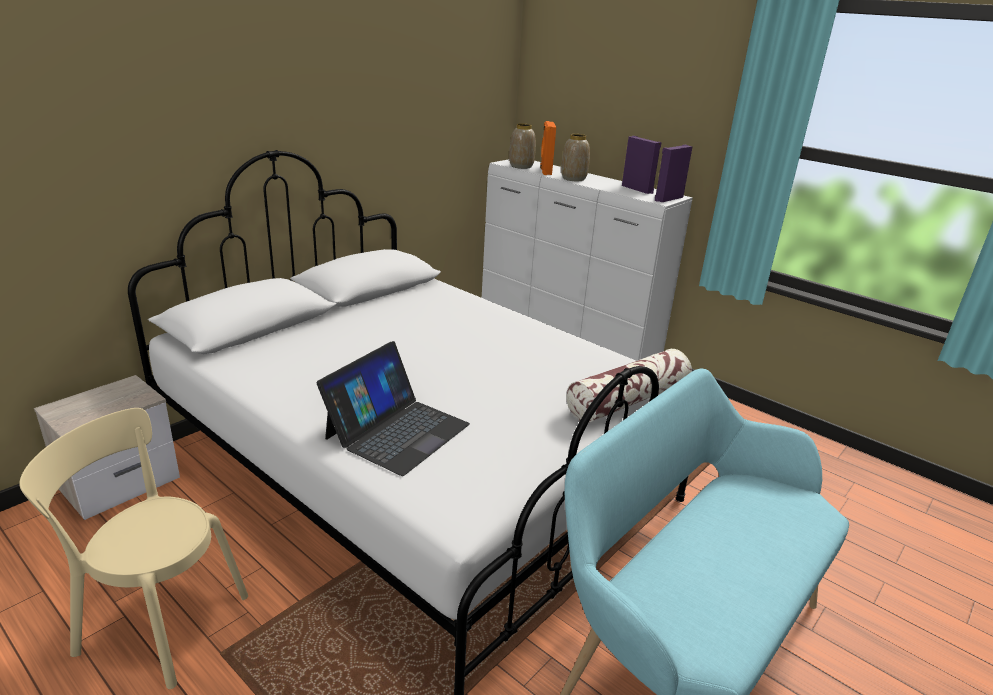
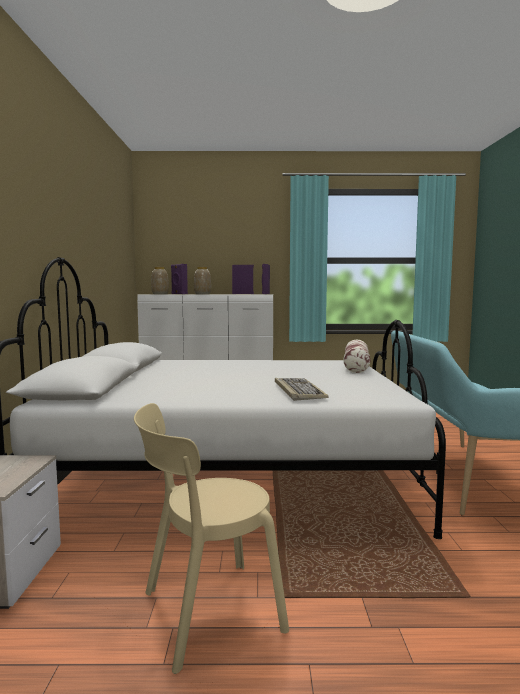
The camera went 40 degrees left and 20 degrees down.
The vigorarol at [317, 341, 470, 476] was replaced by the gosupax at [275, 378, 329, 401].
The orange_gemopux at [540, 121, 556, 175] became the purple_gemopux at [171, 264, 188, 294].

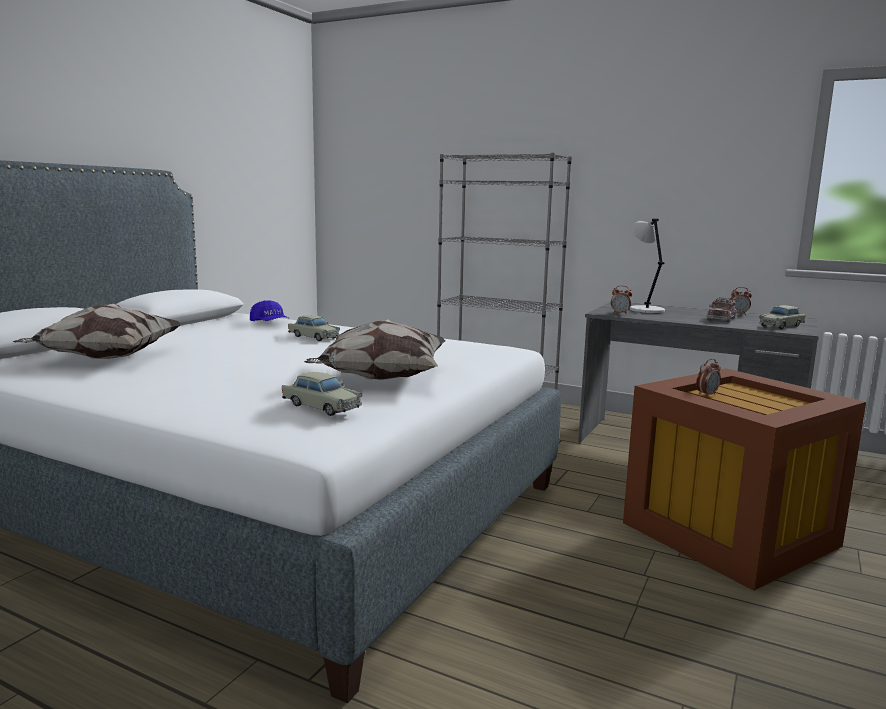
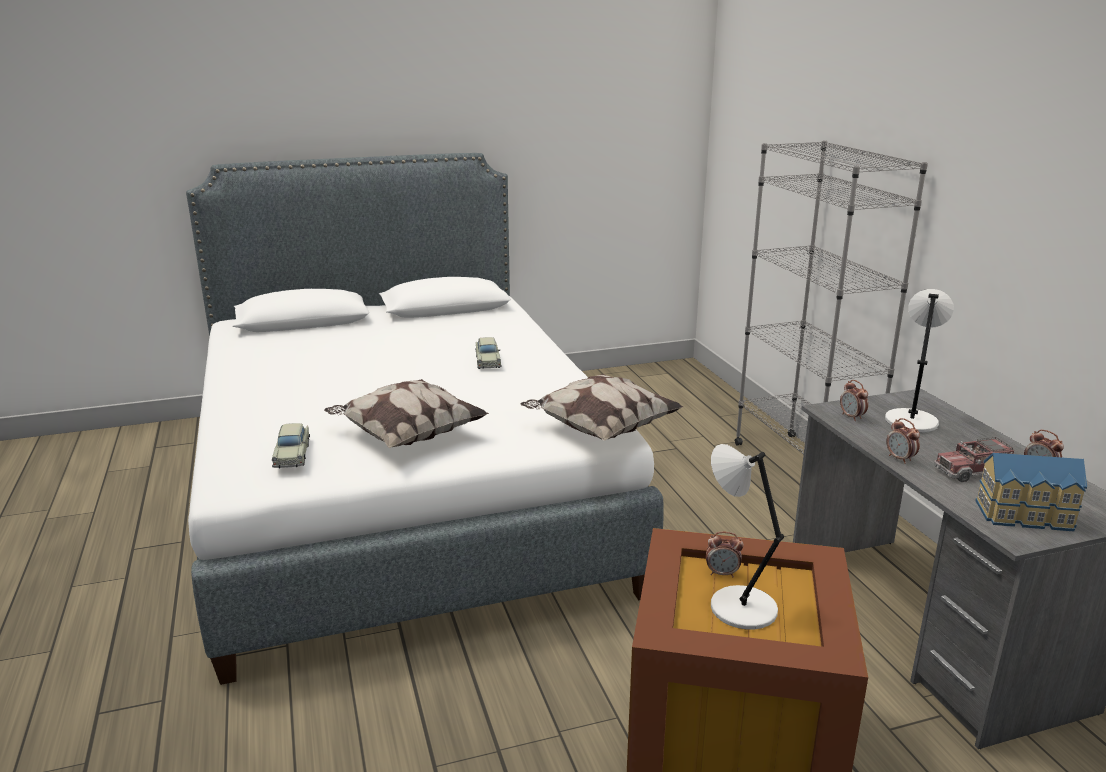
The camera went 45 degrees right and 10 degrees up.
The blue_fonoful at [250, 300, 289, 321] disappeared.
The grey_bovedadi at [711, 444, 784, 629] appeared.
The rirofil at [886, 418, 920, 464] appeared.
The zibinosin moved from [13, 304, 181, 359] to [520, 374, 684, 441].
The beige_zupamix at [759, 305, 806, 329] was replaced by the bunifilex at [975, 453, 1087, 531].

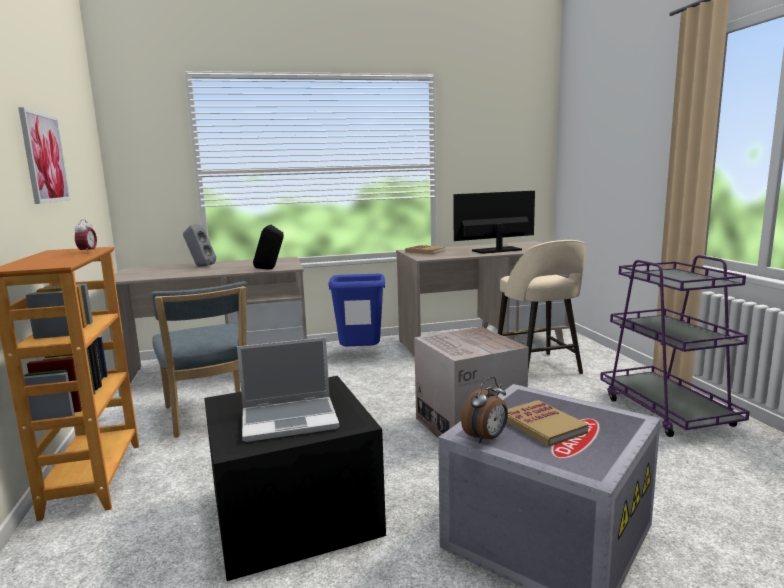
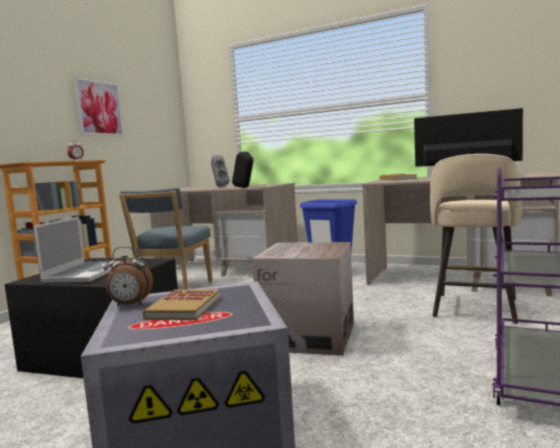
The camera went 40 degrees right and 5 degrees down.
The vigorarol at [237, 337, 339, 442] turned 105 degrees counterclockwise.

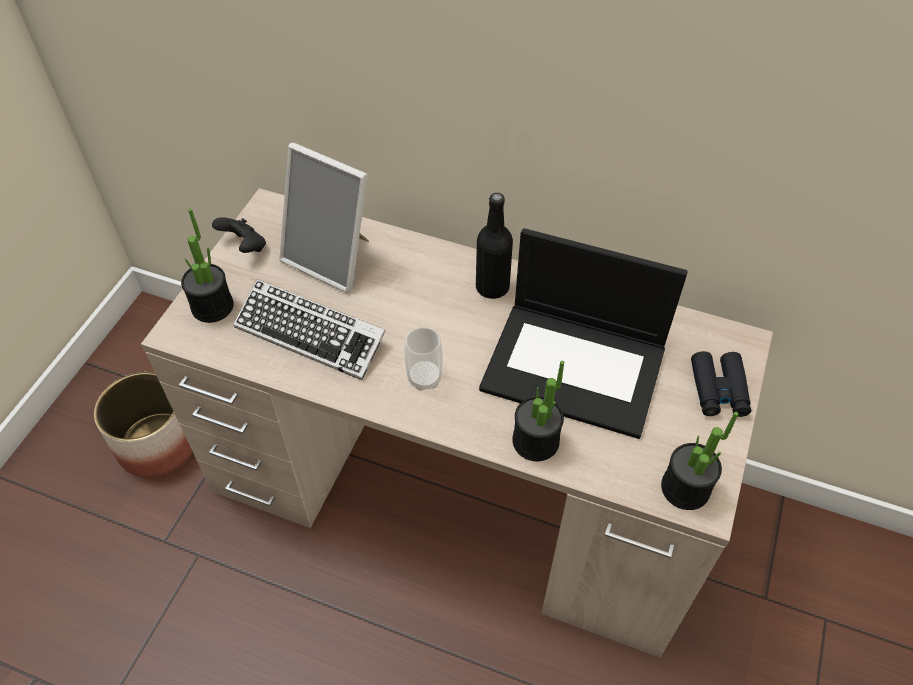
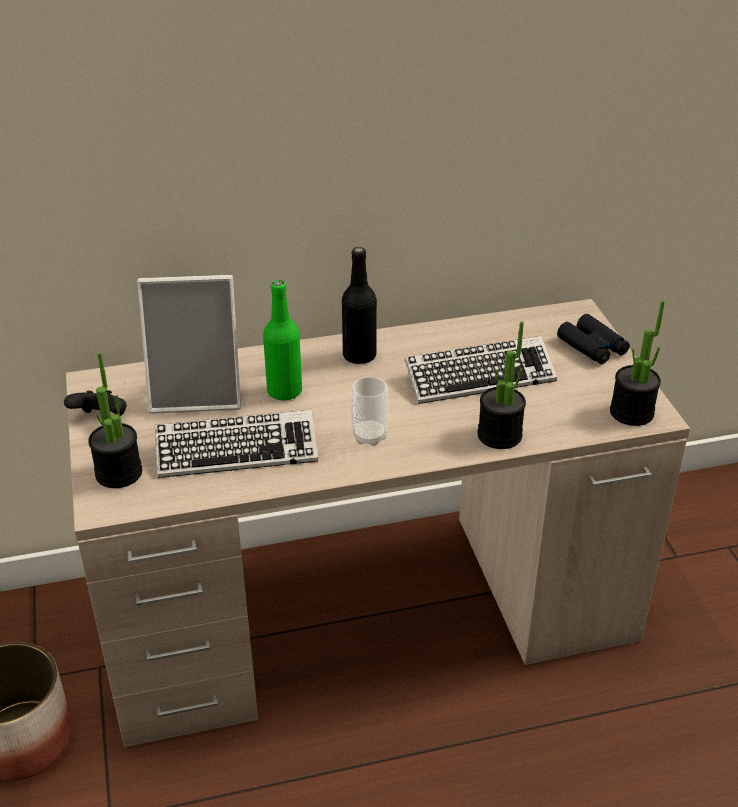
The camera went 35 degrees left and 15 degrees down.
The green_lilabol at [263, 280, 302, 400] appeared.
The vigorarol at [479, 228, 688, 439] was replaced by the gosupax at [405, 336, 557, 404].

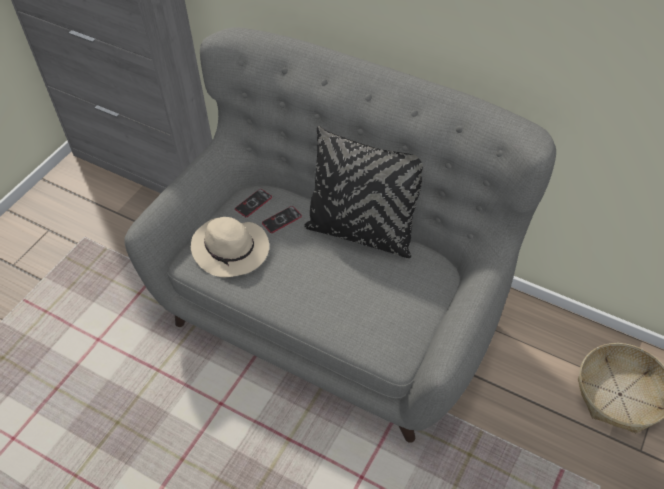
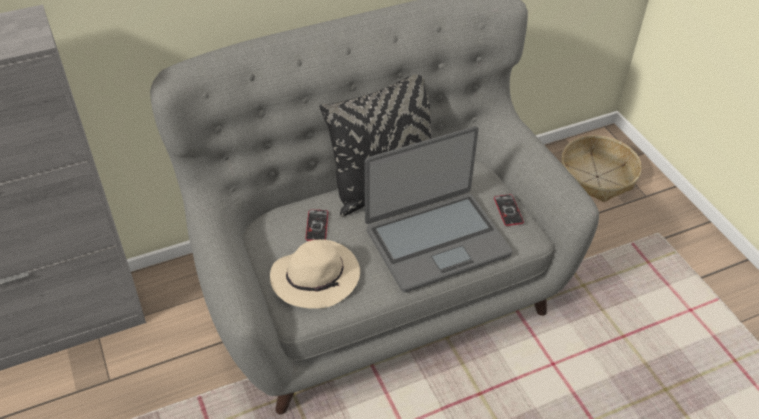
The camera went 55 degrees left and 5 degrees down.
The vigorarol at [365, 126, 512, 293] appeared.
The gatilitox moved from [235, 189, 272, 217] to [494, 194, 524, 226].

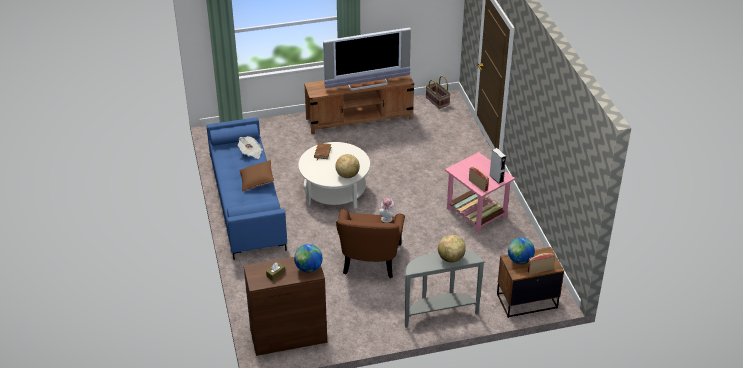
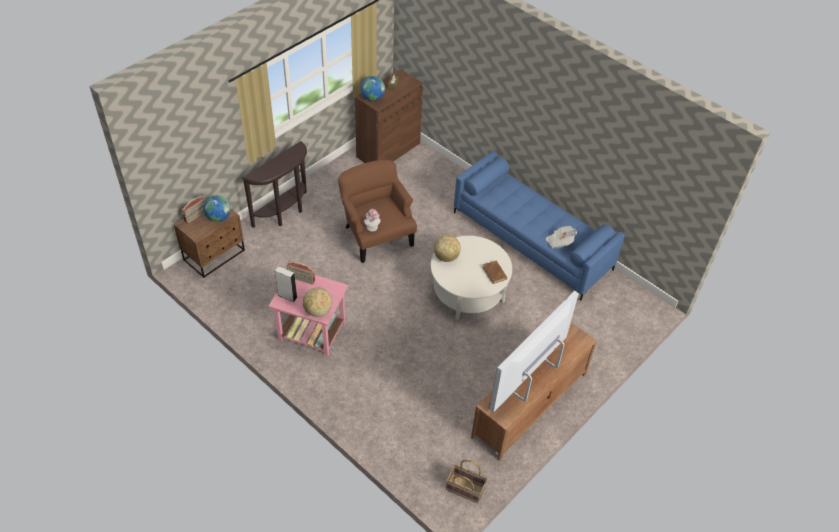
The camera went 145 degrees right and 10 degrees up.
The brown_zibinosin at [239, 160, 274, 192] disappeared.
The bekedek moved from [438, 235, 466, 263] to [303, 288, 332, 317].
The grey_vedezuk at [405, 250, 485, 328] became the brown_vedezuk at [242, 141, 307, 228].

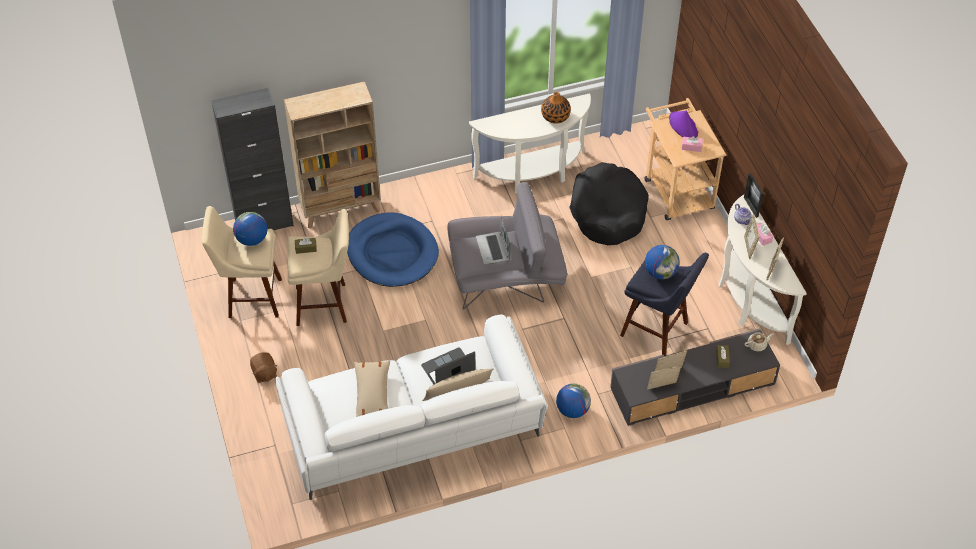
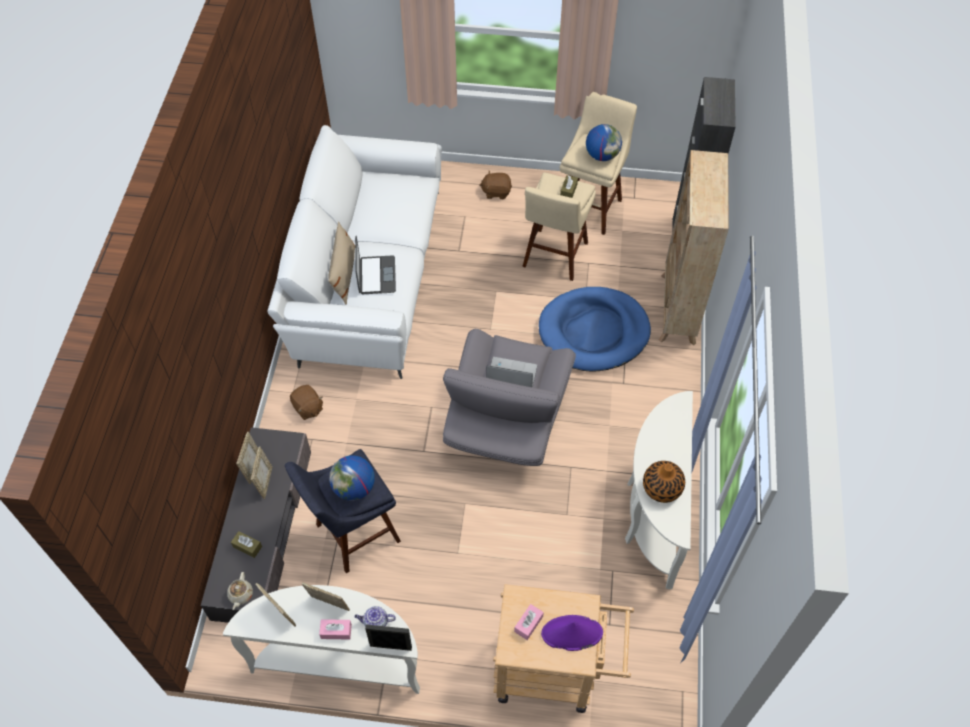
The camera went 115 degrees right and 5 degrees up.
The beige_zibinosin at [354, 360, 390, 417] disappeared.
The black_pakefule at [569, 162, 649, 245] disappeared.
The bekedek at [556, 384, 591, 418] was replaced by the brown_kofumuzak at [290, 385, 323, 420].

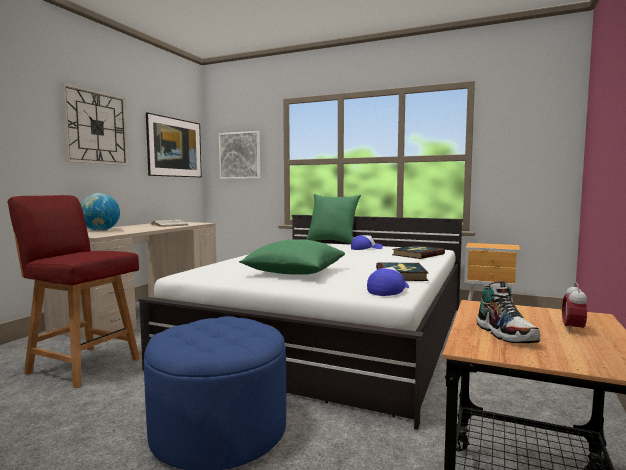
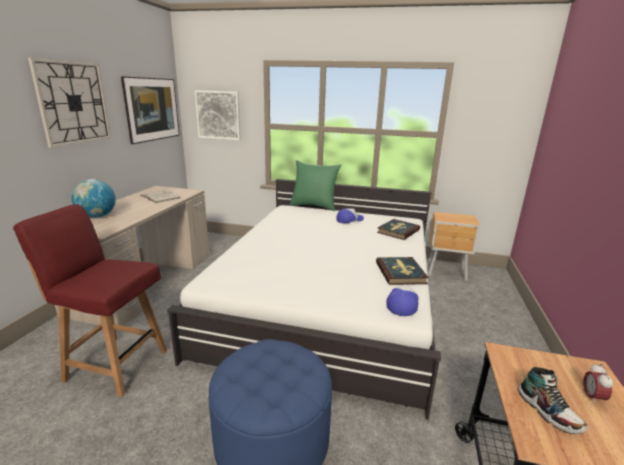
The camera went 10 degrees left and 15 degrees up.
The green_zibinosin at [239, 239, 345, 275] disappeared.

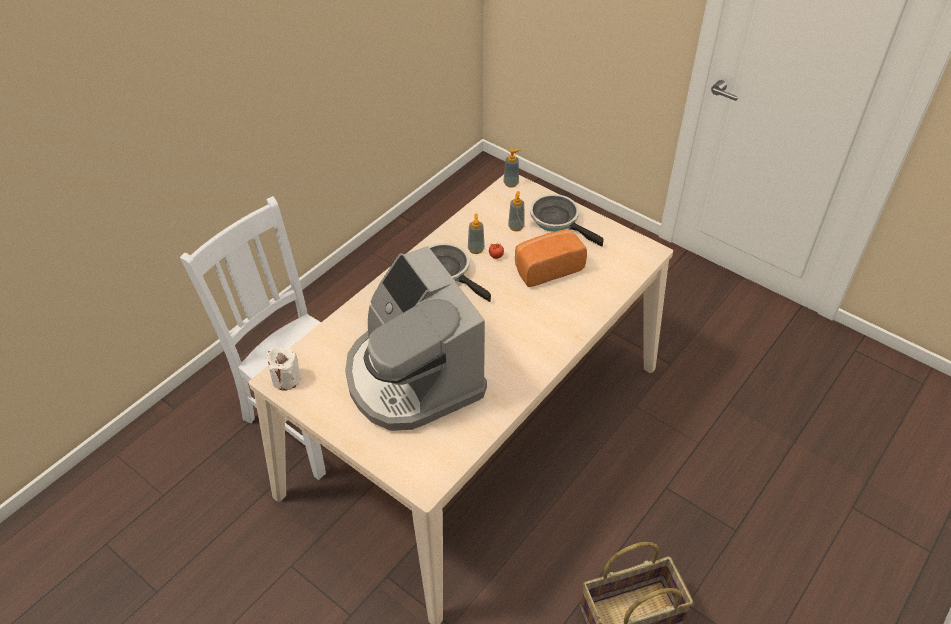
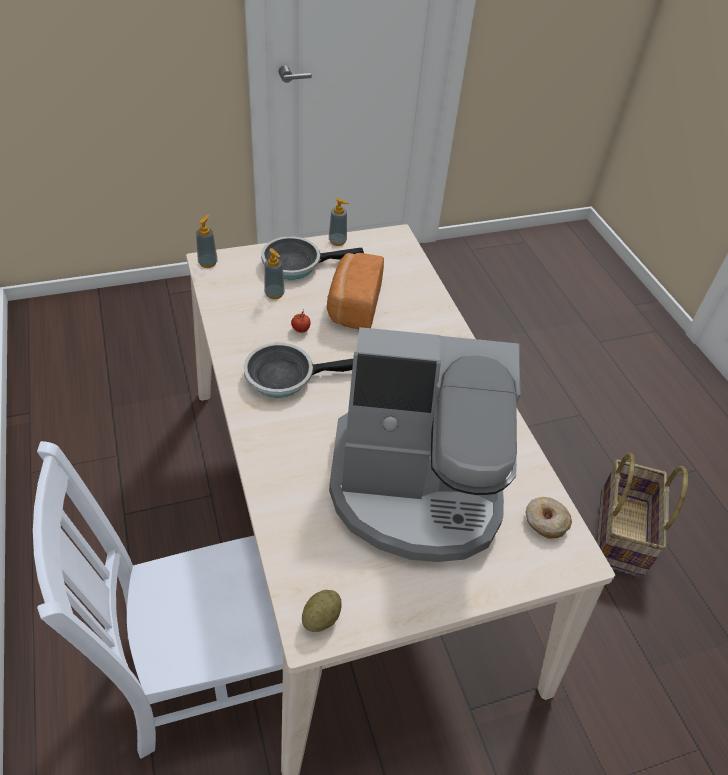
The camera went 60 degrees left and 0 degrees up.
The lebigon at [525, 497, 572, 539] appeared.
The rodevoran moved from [468, 213, 485, 254] to [329, 198, 348, 246].
The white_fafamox at [266, 347, 301, 391] was replaced by the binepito at [302, 590, 342, 632].

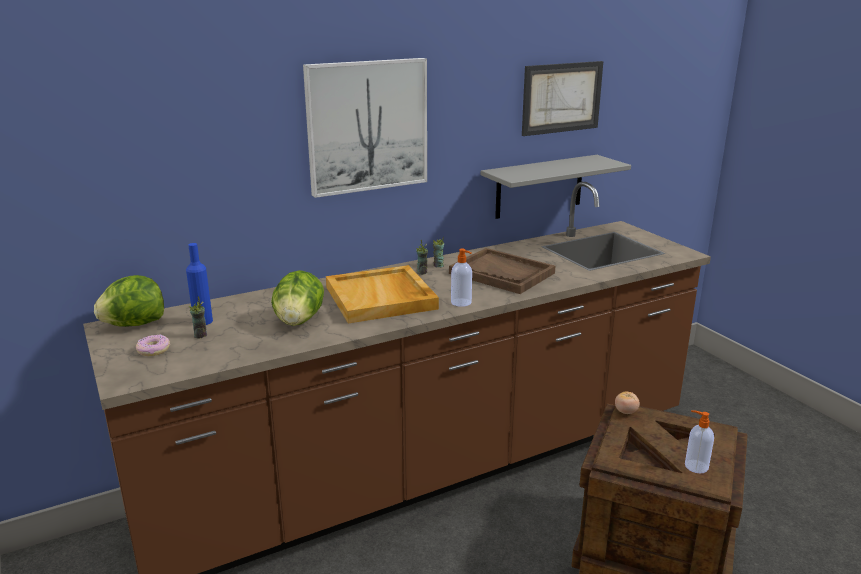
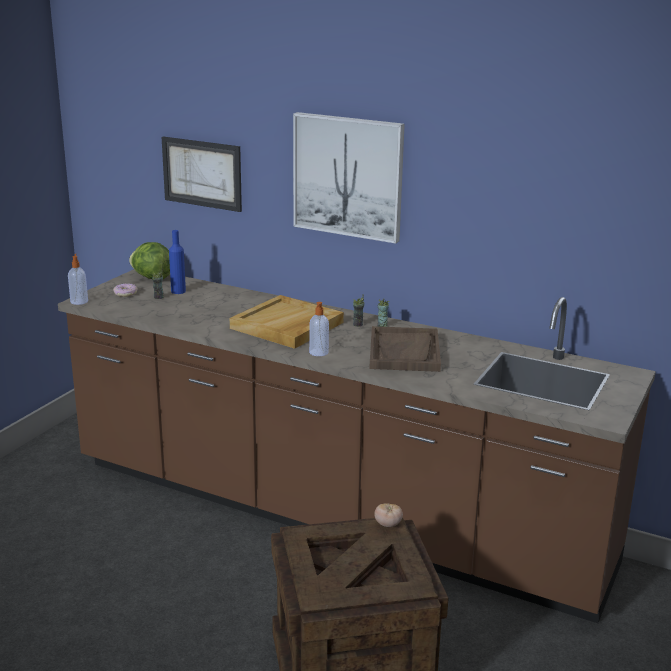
The camera went 55 degrees right and 0 degrees up.
The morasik at [271, 270, 324, 326] disappeared.
The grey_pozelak at [481, 155, 631, 219] disappeared.
The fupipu moved from [522, 61, 603, 136] to [162, 137, 242, 212].
The rodevoran moved from [685, 410, 714, 473] to [68, 254, 88, 305].

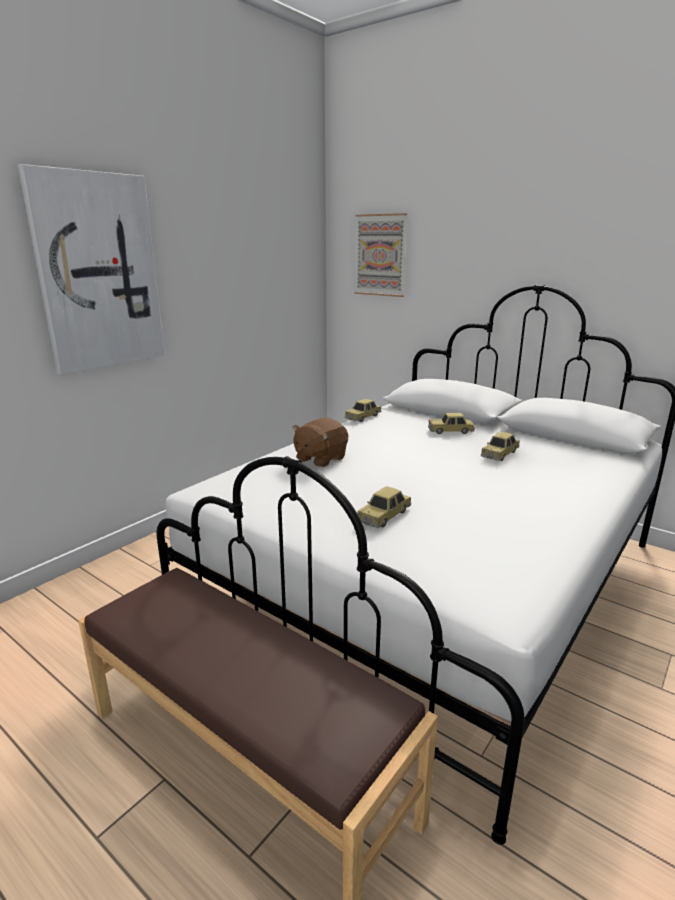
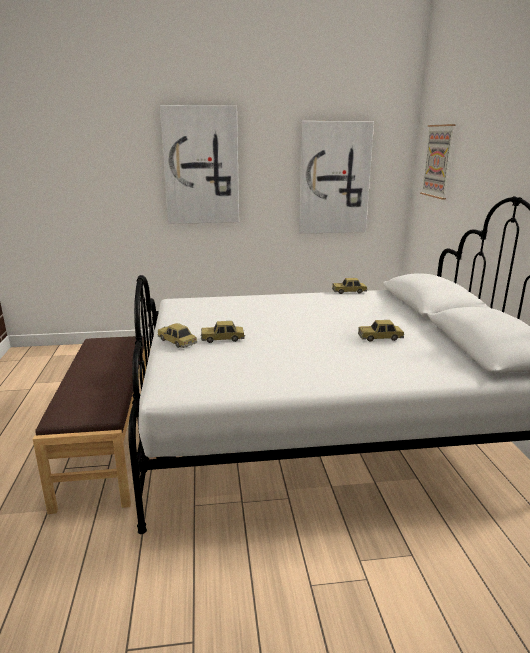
The camera went 45 degrees right and 0 degrees up.
The brown_kofumuzak at [292, 418, 348, 467] disappeared.
The fupipu at [299, 121, 374, 234] appeared.
The zupamix moved from [428, 413, 475, 434] to [158, 323, 197, 348].

